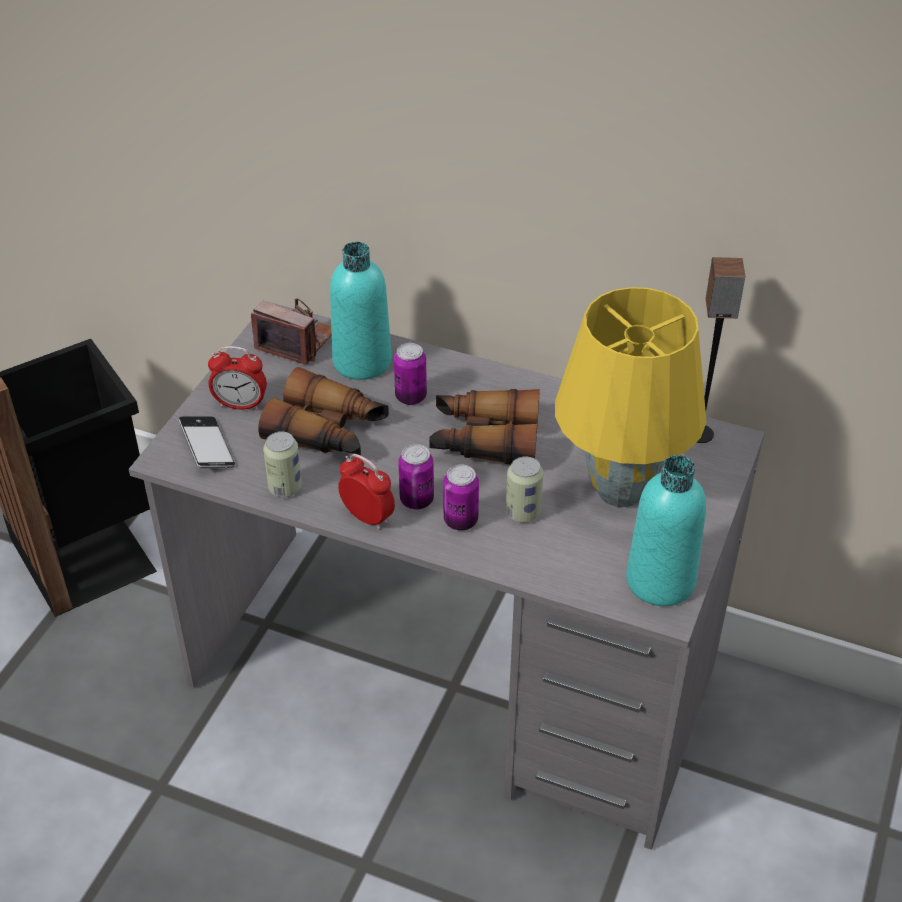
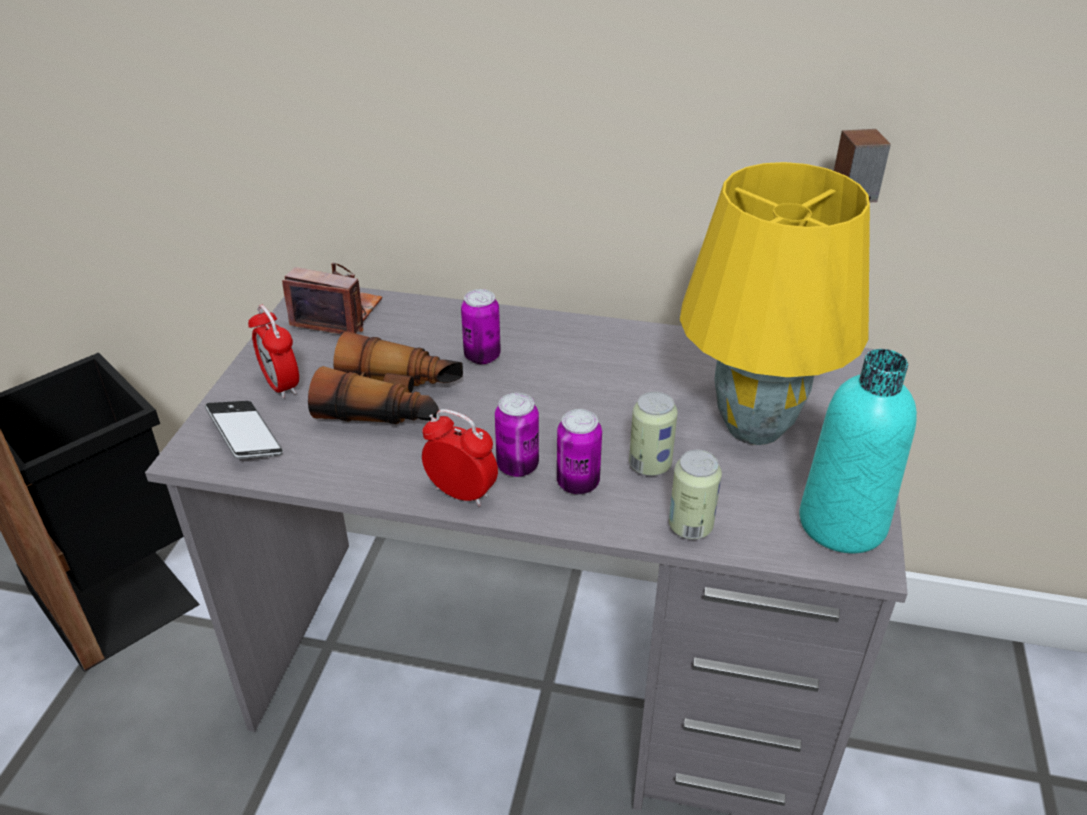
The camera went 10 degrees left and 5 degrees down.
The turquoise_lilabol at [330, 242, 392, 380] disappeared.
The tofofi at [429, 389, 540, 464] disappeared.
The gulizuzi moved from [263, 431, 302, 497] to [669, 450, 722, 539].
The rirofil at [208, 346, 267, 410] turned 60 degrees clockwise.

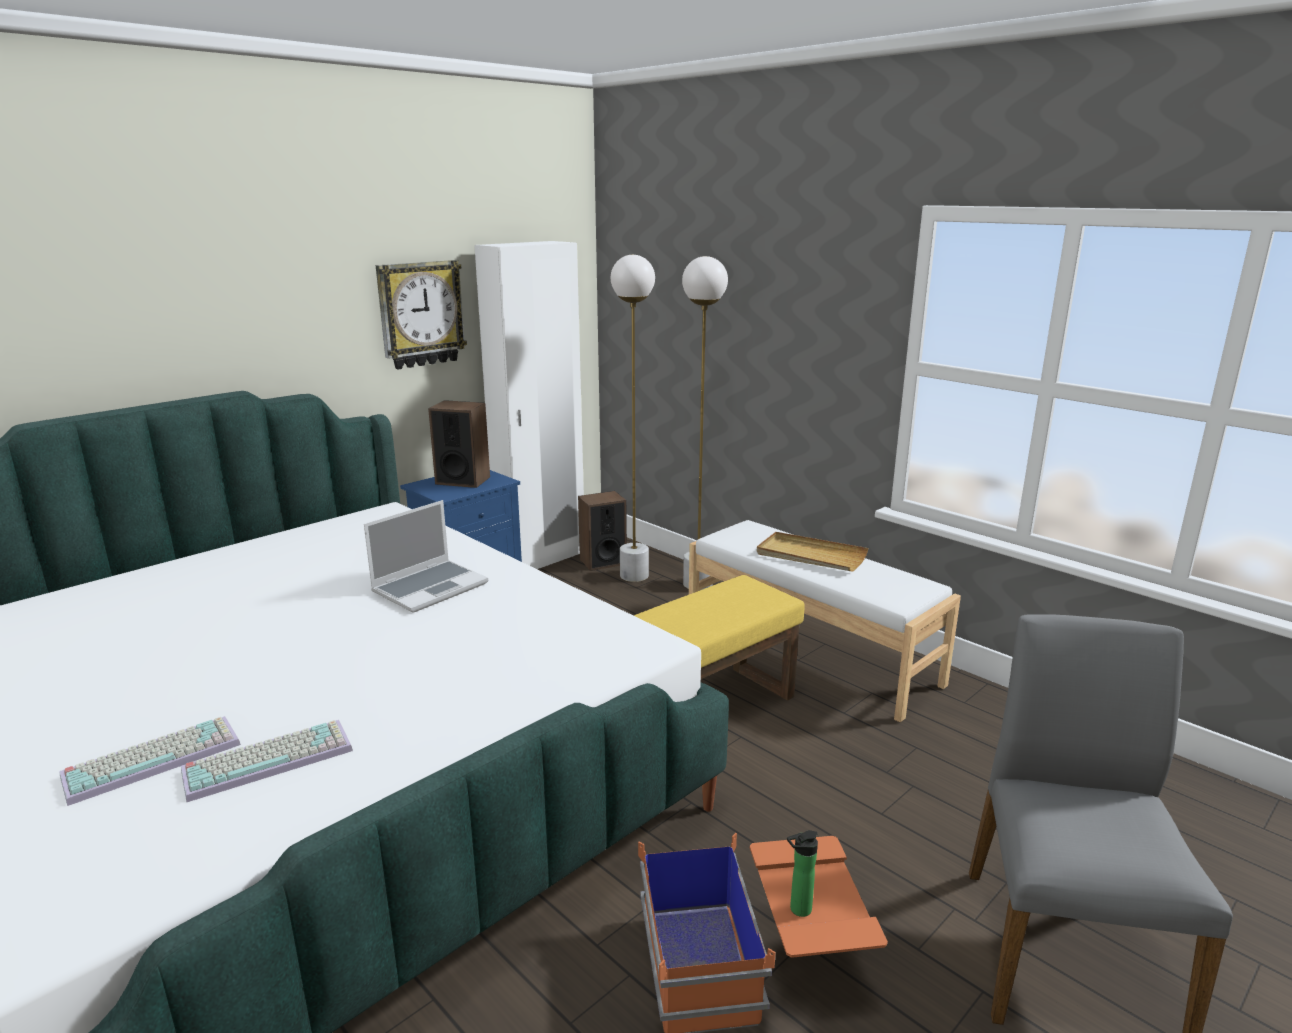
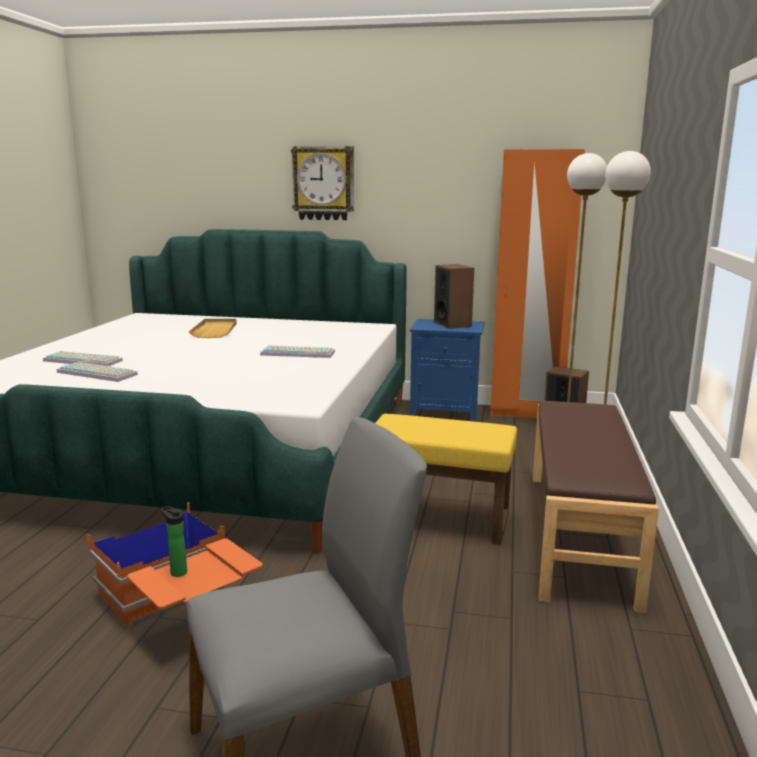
The camera went 55 degrees right and 5 degrees down.
The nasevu moved from [376, 260, 467, 370] to [291, 146, 354, 220].
The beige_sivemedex moved from [757, 532, 868, 571] to [189, 319, 237, 338].
The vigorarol at [364, 500, 488, 613] was replaced by the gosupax at [260, 345, 335, 358].
The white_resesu at [474, 241, 584, 569] became the orange_resesu at [490, 149, 585, 418].
The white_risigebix at [689, 520, 961, 722] became the brown_risigebix at [533, 401, 659, 613].

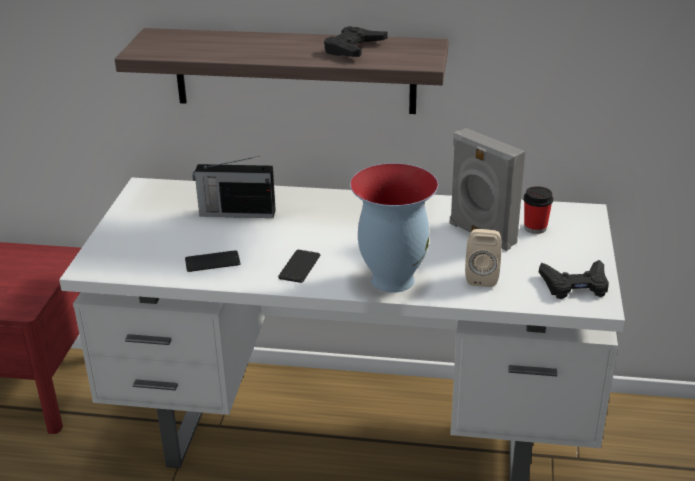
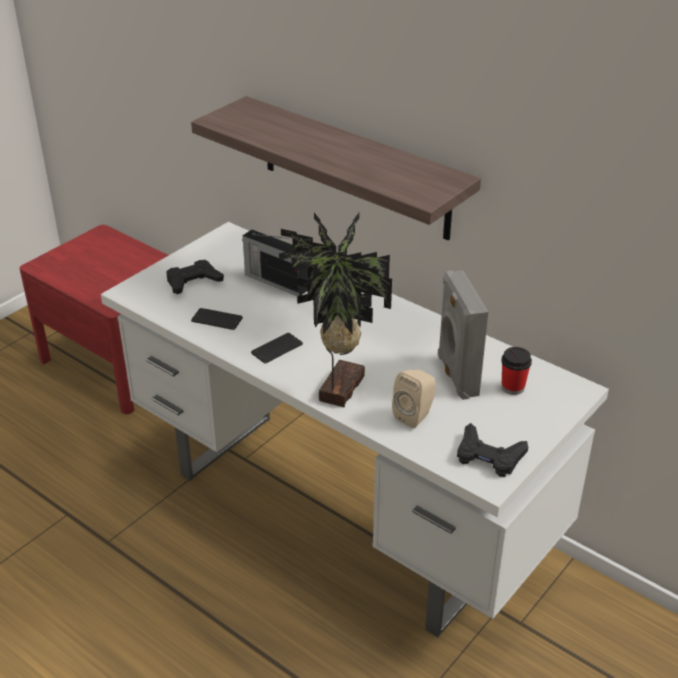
The camera went 30 degrees right and 5 degrees up.
The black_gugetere moved from [324, 26, 388, 57] to [167, 260, 224, 294].
The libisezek at [350, 163, 438, 293] was replaced by the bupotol at [279, 213, 392, 407].

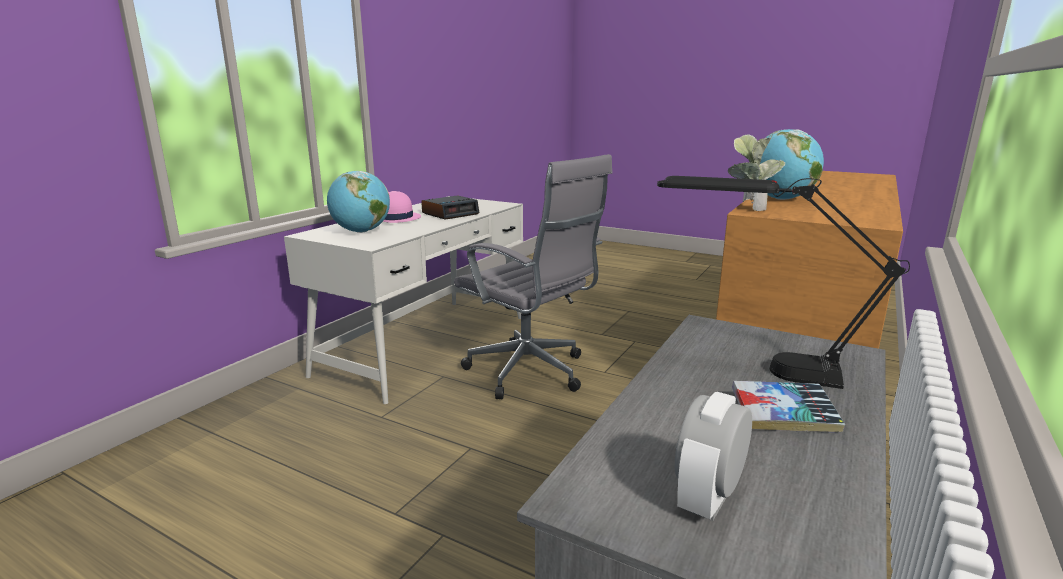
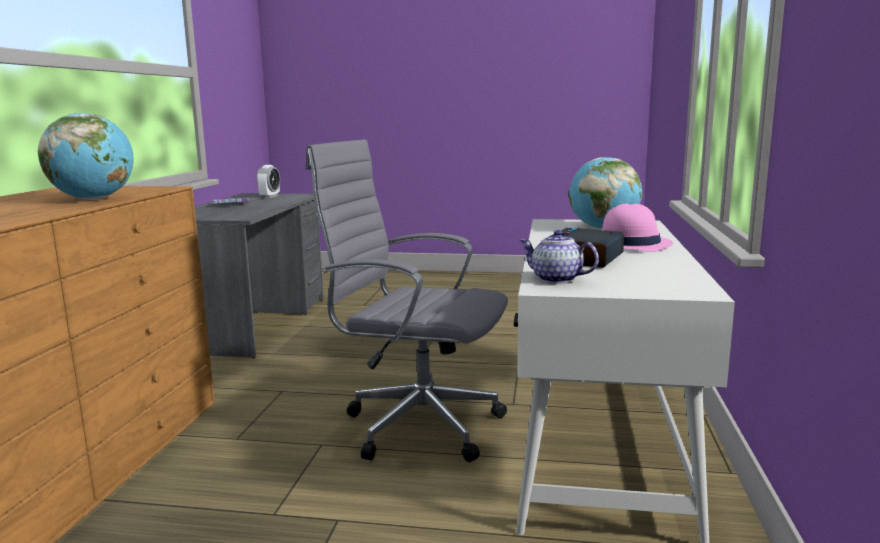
The camera went 160 degrees right and 5 degrees down.
The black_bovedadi at [657, 176, 910, 389] disappeared.
The bupotol at [728, 134, 785, 211] disappeared.
The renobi at [520, 230, 599, 283] appeared.

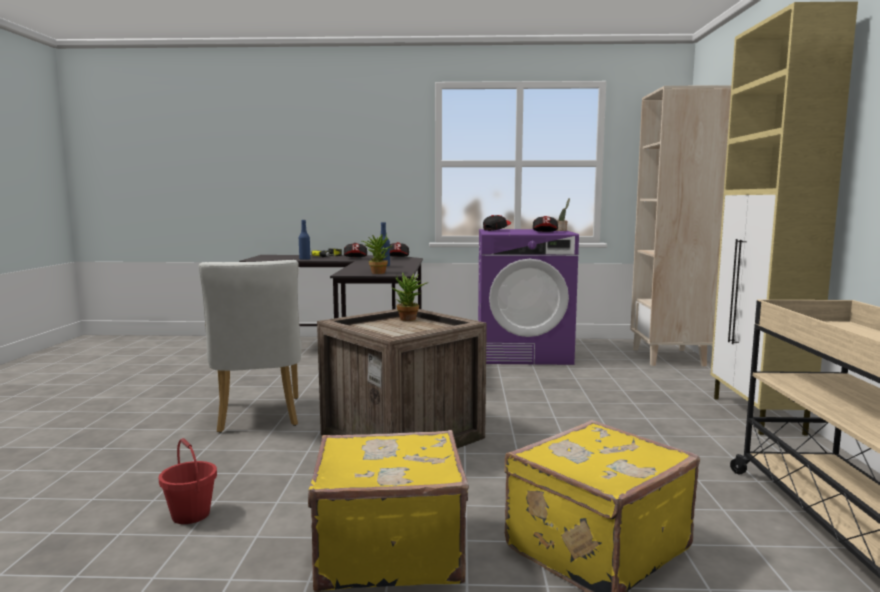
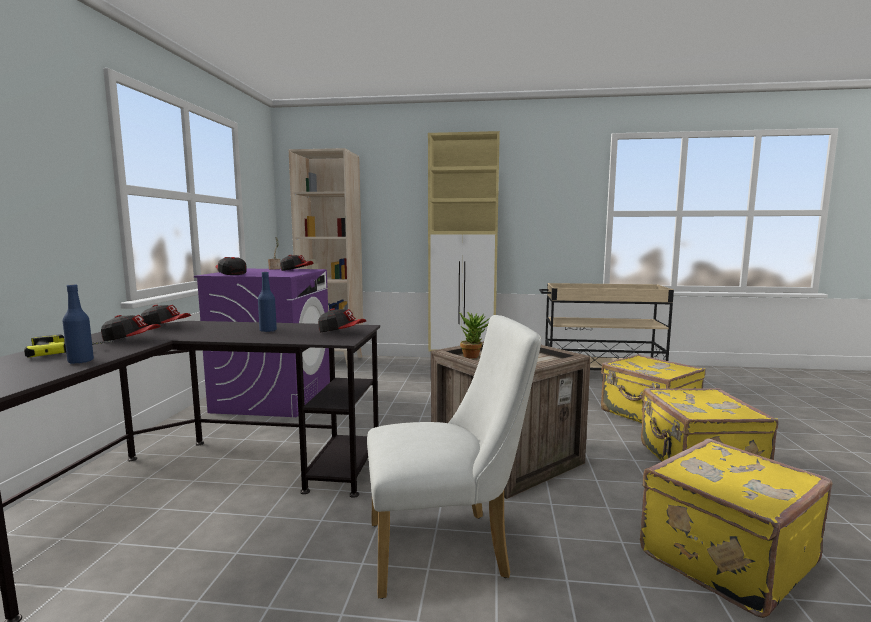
The camera went 85 degrees left and 0 degrees up.
The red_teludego at [158, 438, 217, 524] was replaced by the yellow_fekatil at [640, 439, 833, 618].
The bupotol at [362, 233, 392, 274] was replaced by the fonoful at [318, 309, 366, 332].

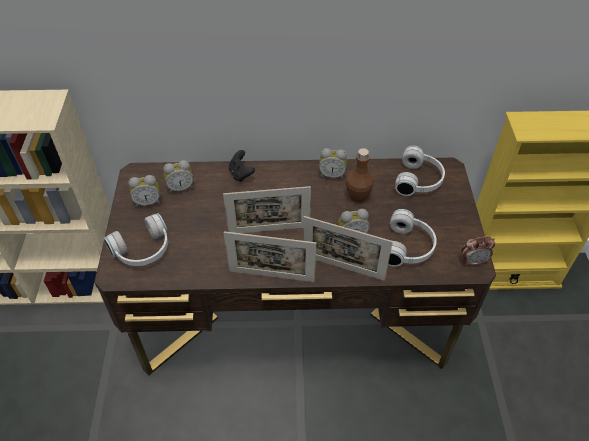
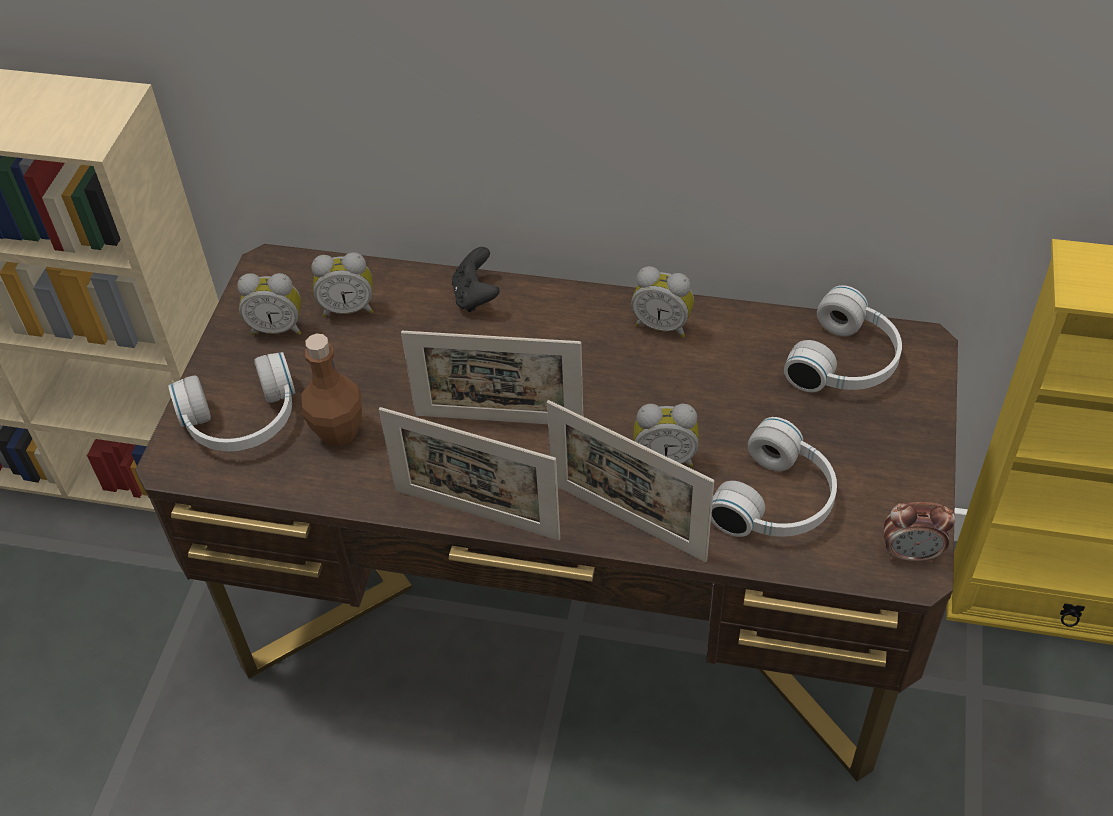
The camera went 15 degrees right and 0 degrees up.
The brown_lilabol moved from [346, 148, 374, 202] to [301, 334, 362, 447].

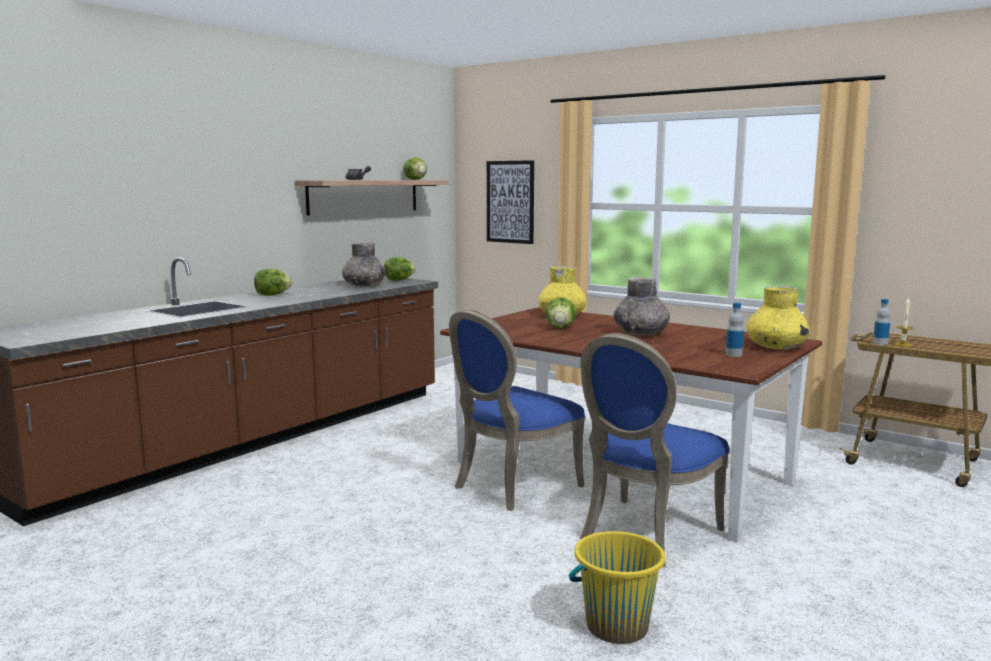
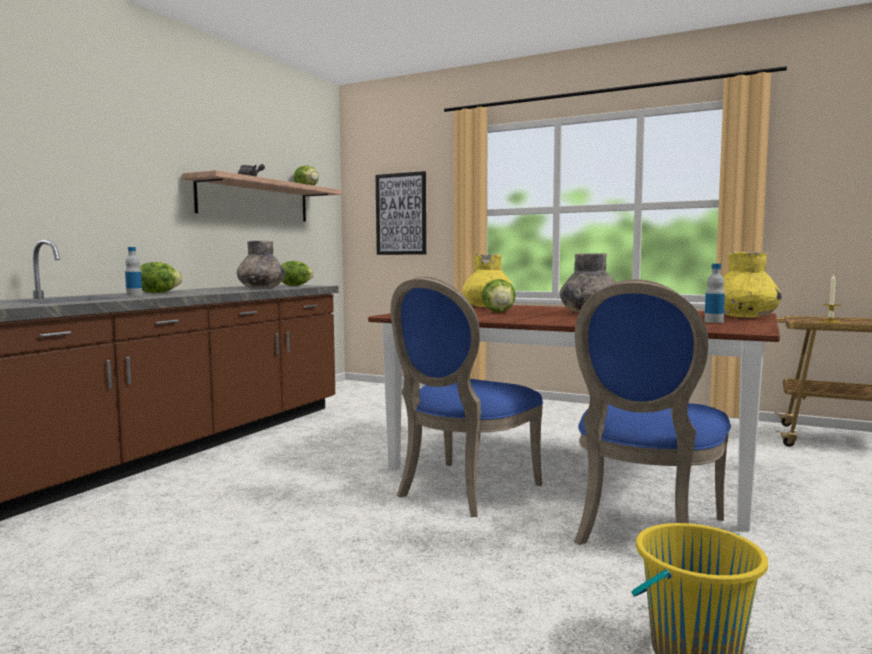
The camera went 10 degrees left and 5 degrees down.
The lilabol moved from [873, 299, 890, 345] to [125, 247, 142, 296].

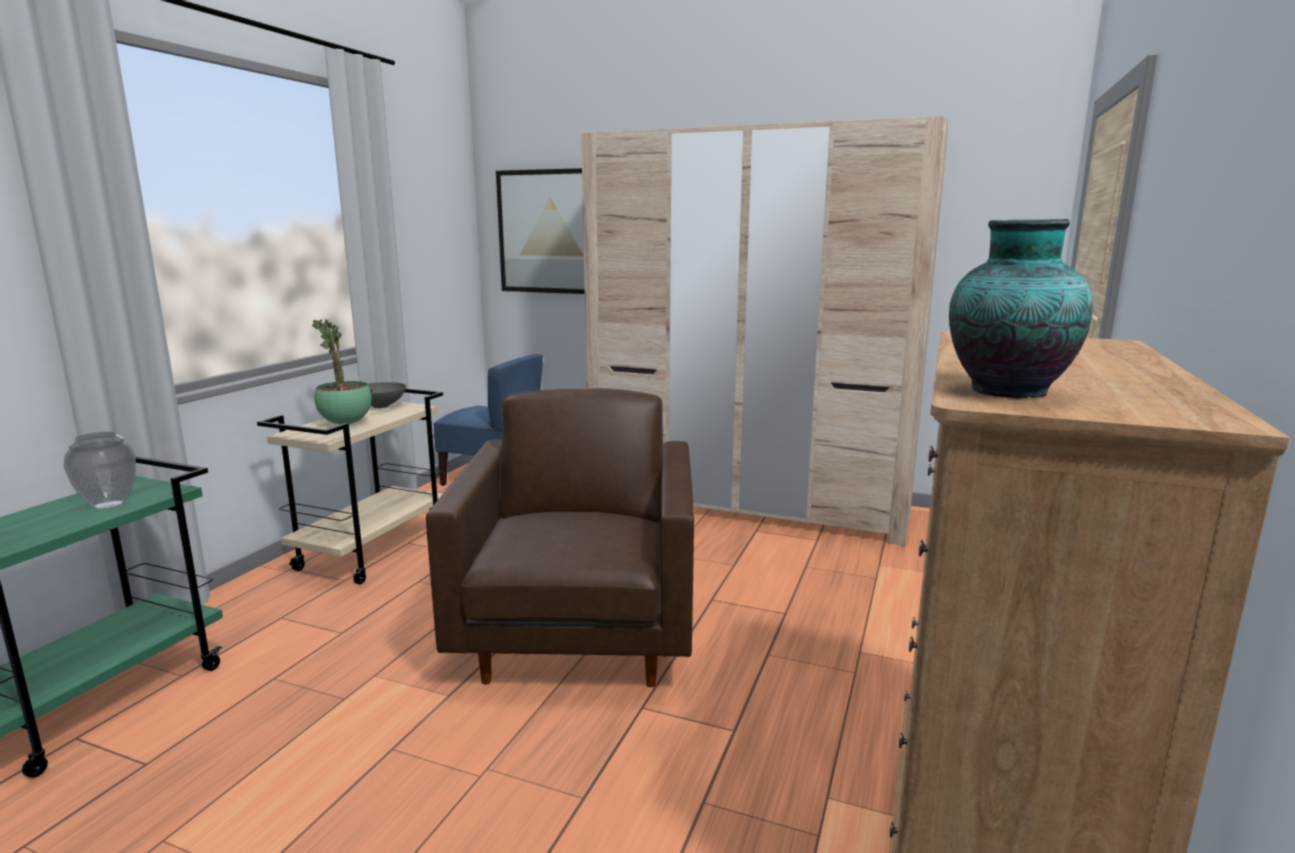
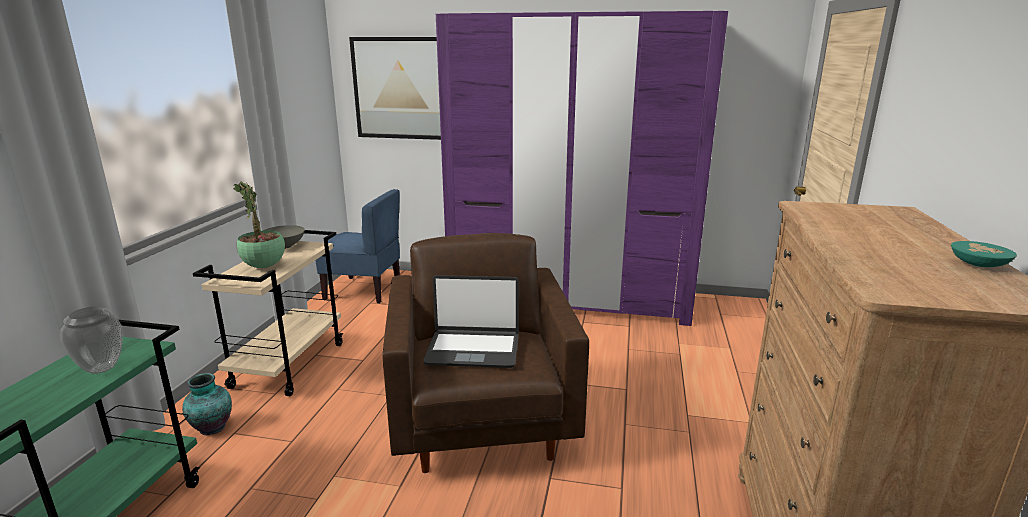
The camera went 10 degrees left and 5 degrees up.
The vigorarol at [423, 275, 519, 368] appeared.
The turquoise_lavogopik at [951, 241, 1017, 267] appeared.
The libisezek moved from [949, 219, 1093, 399] to [182, 373, 232, 435].
The beige_resesu at [581, 116, 948, 546] became the purple_resesu at [436, 11, 728, 326].

